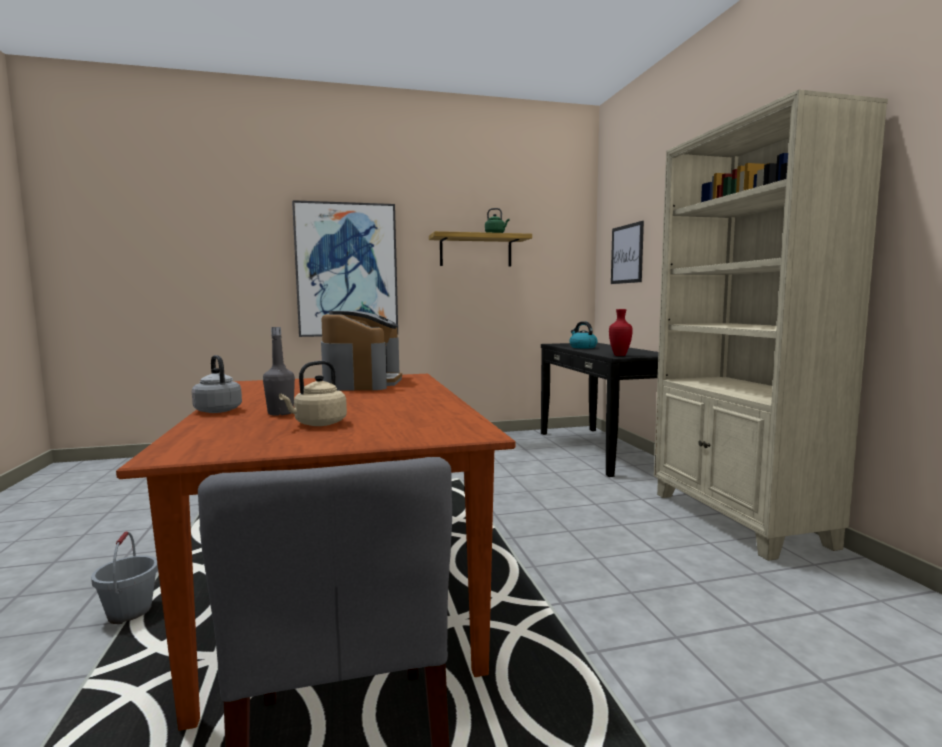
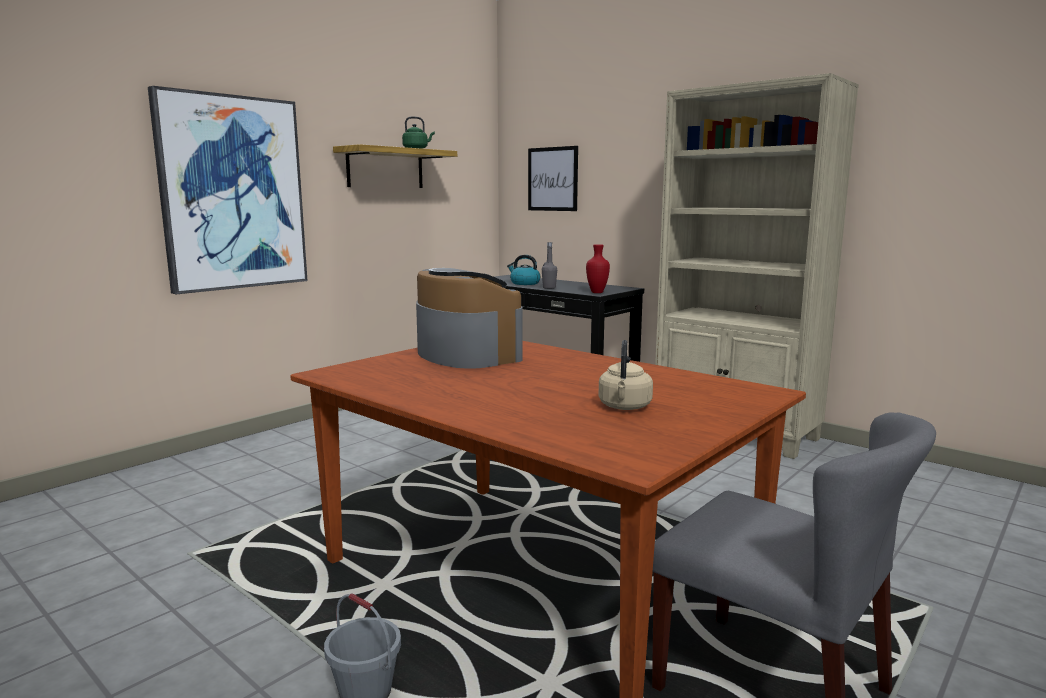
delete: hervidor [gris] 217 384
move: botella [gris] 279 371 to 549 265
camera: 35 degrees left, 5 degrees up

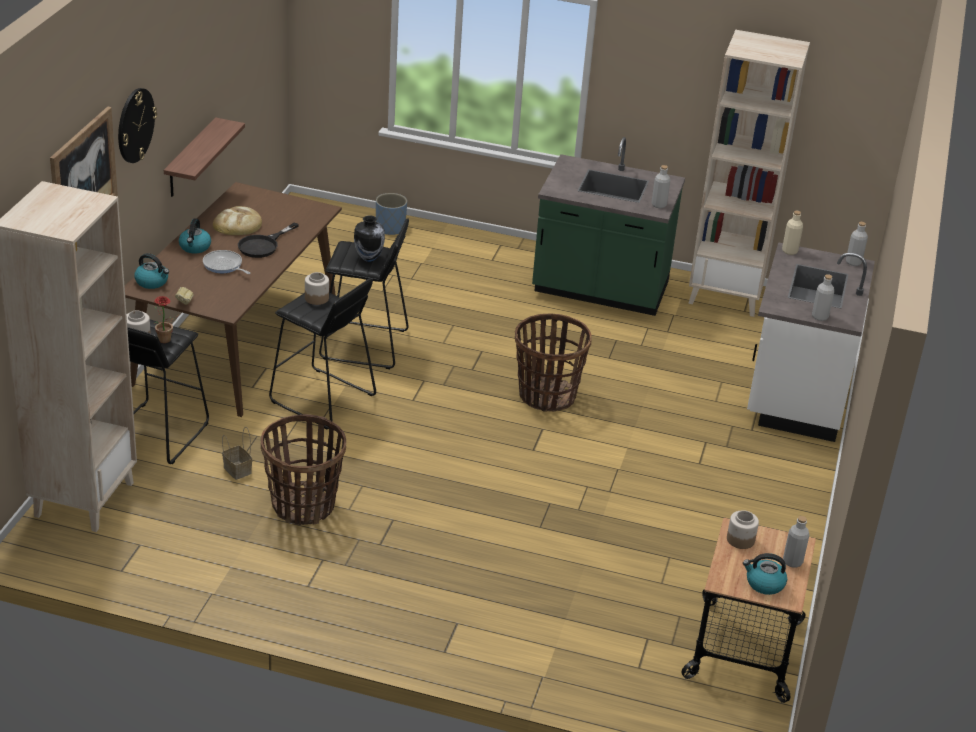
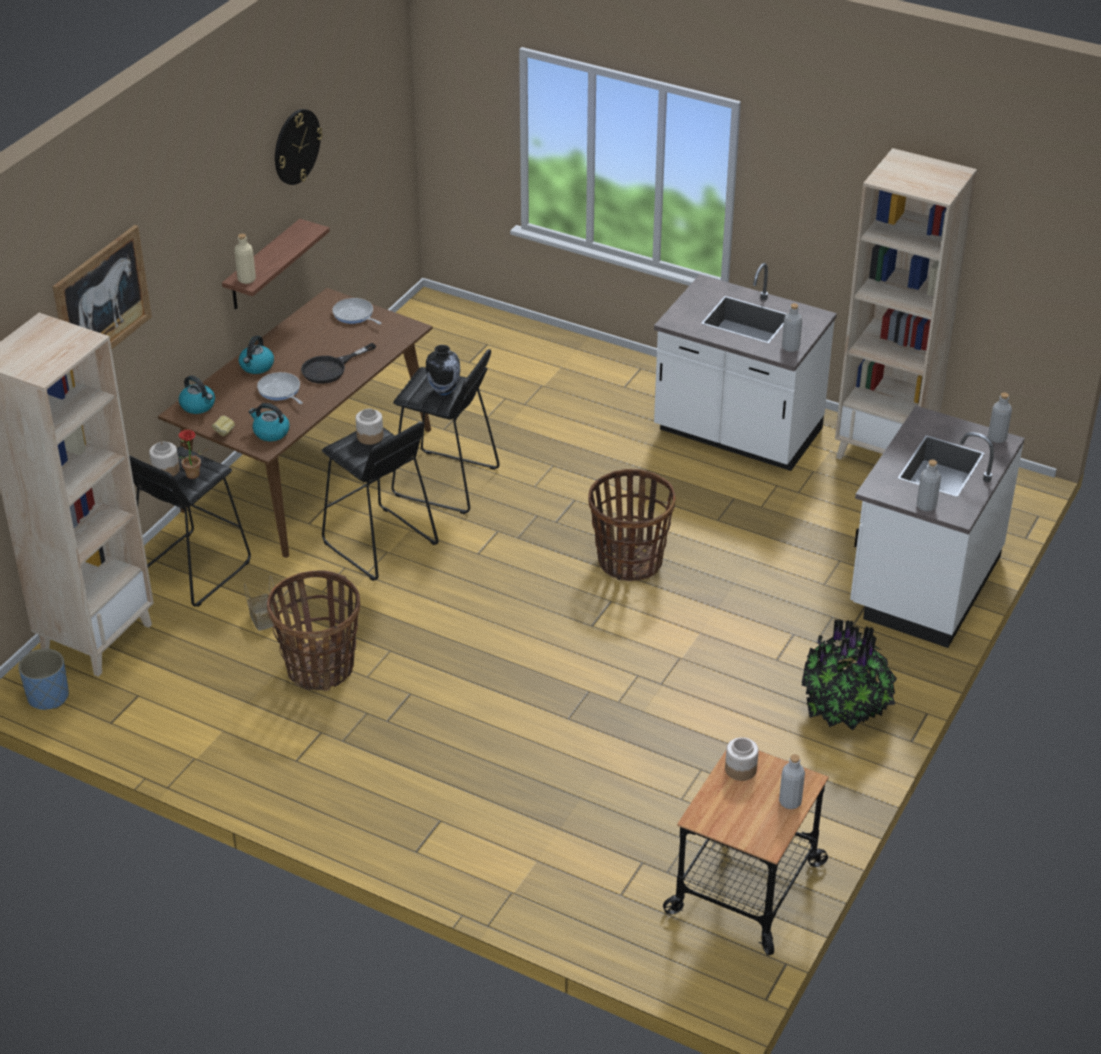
delete: pan 237 220
insert: sartén 357 311; planta en maceta 849 675
move: reloj de pared 137 125 to 299 147; maceta [azul] 391 214 to 43 679; hervidor 765 574 to 269 422; botella [beis] 792 233 to 245 259
recolor: mueble bajo de cocina [verde] 608 226 to mueble bajo de cocina [blanco] 745 367
camera: 15 degrees right, 5 degrees up

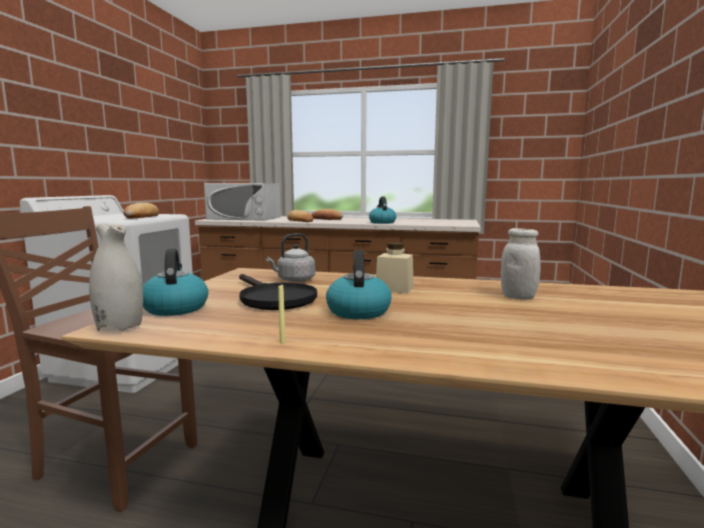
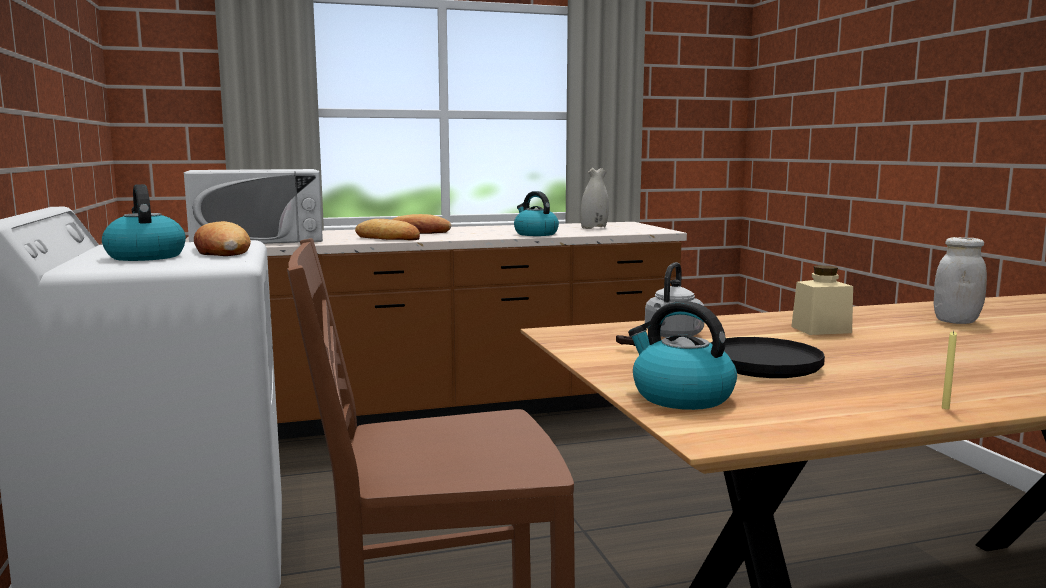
move: florero [blanco] 116 277 to 595 198; hervidor 359 284 to 144 222
camera: 30 degrees left, 0 degrees up

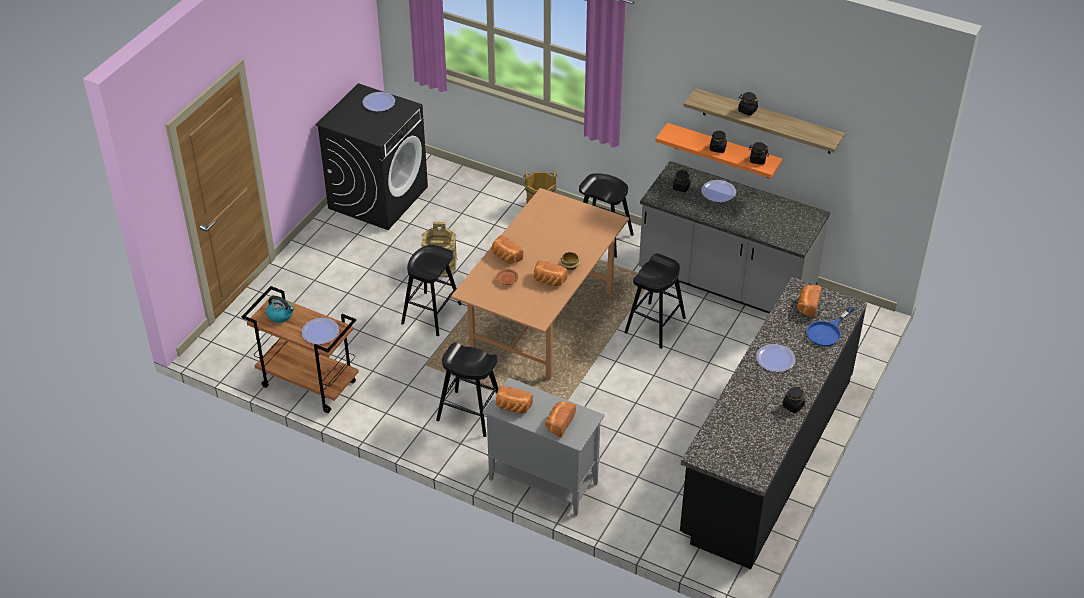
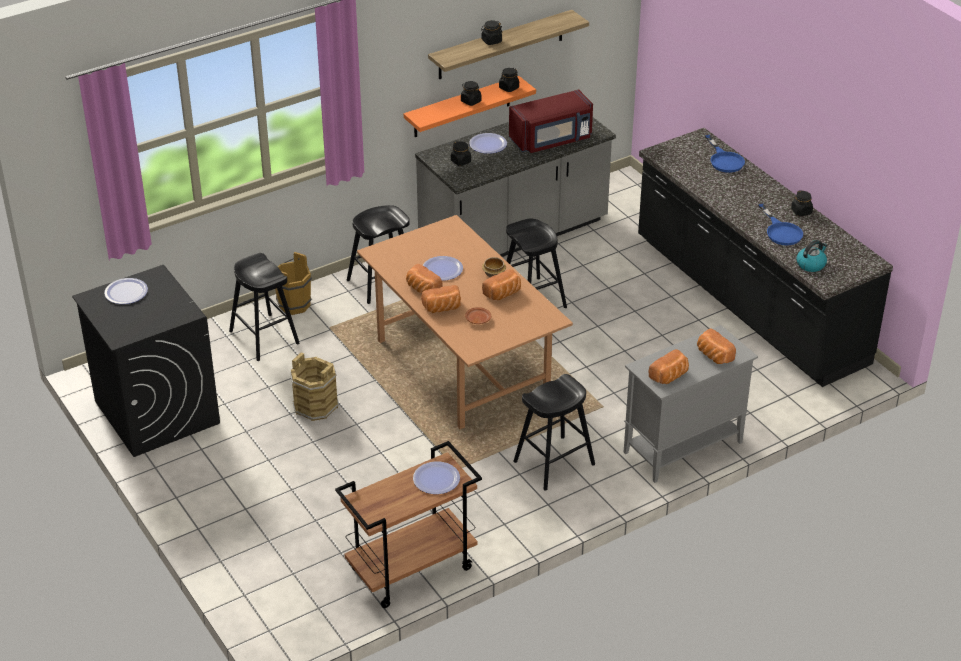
insert: microondas [rojo] 551 121; sartén [azul] 780 225
move: hervidor 280 309 to 811 256; taburete [negro] 431 290 to 264 307; plato 775 358 to 443 268; pan 809 301 to 424 278
camera: 60 degrees left, 5 degrees down

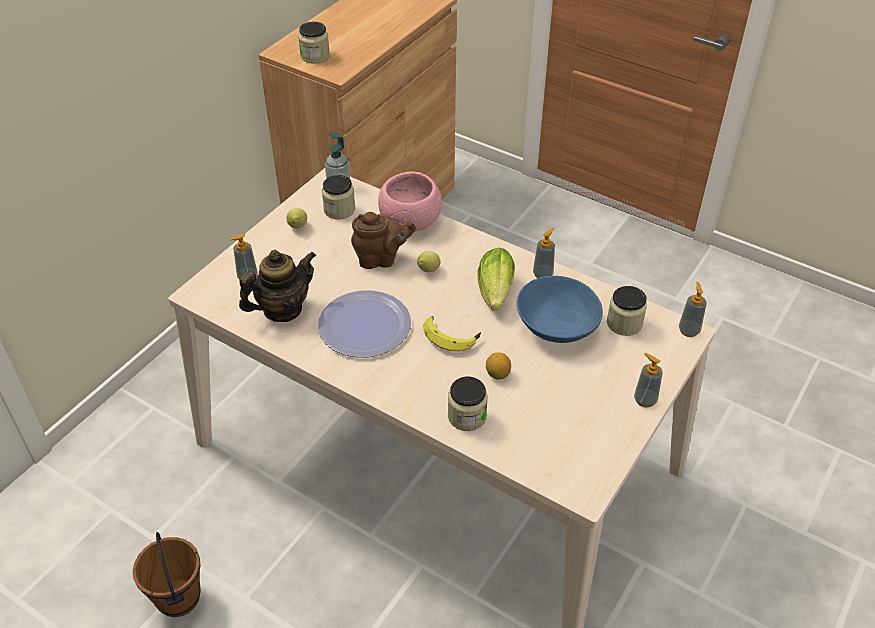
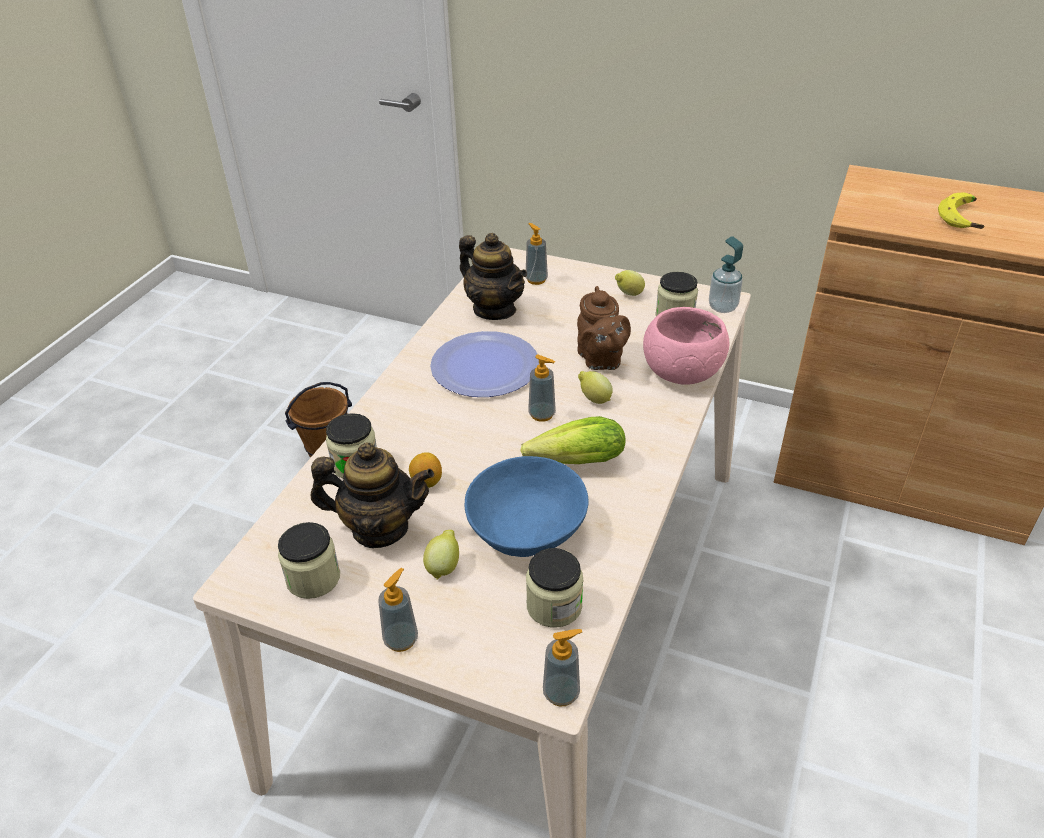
insert: tetera 372 495; limón 441 555
move: tarro 314 43 to 309 560; plátano 452 334 to 961 211; dispensador de jabón 544 253 to 542 388
camera: 80 degrees right, 5 degrees down

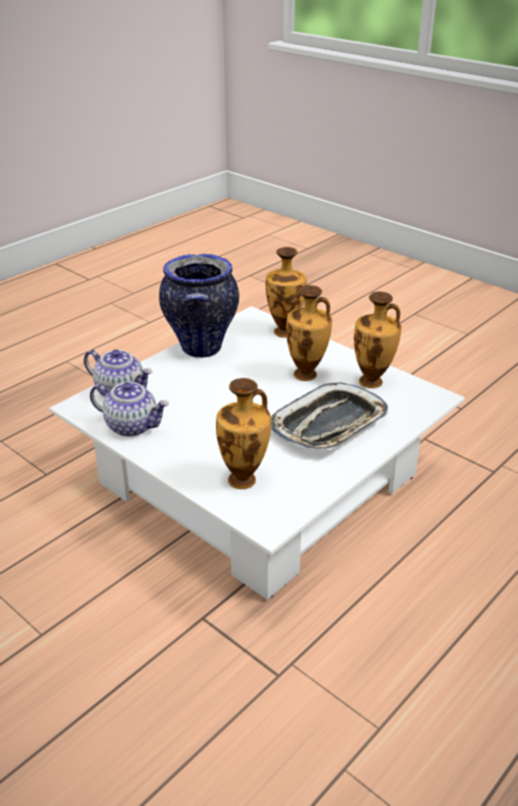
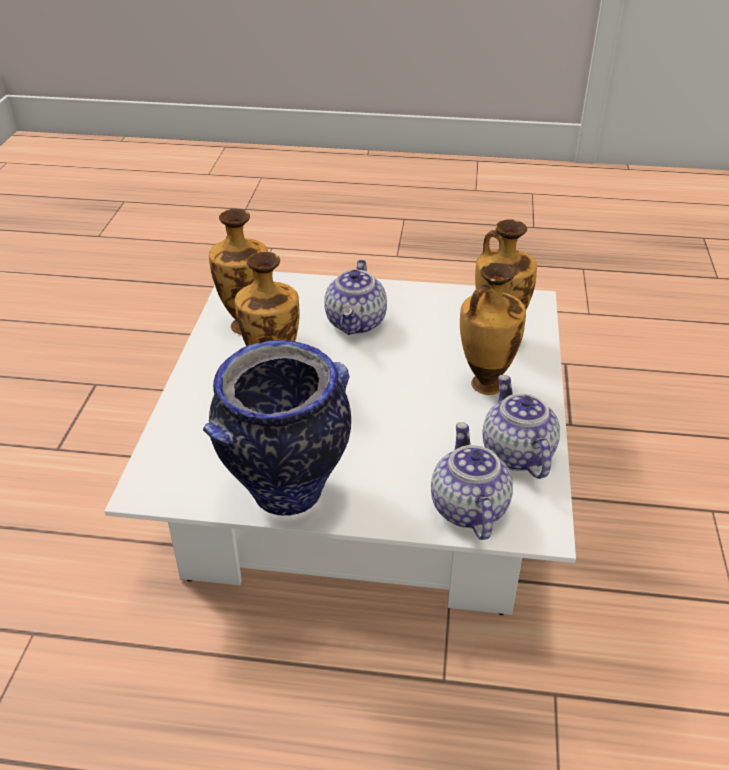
move: florero 286 292 to 493 329
replace: bandeja 329 416 to tetera 355 297
camera: 125 degrees left, 5 degrees up

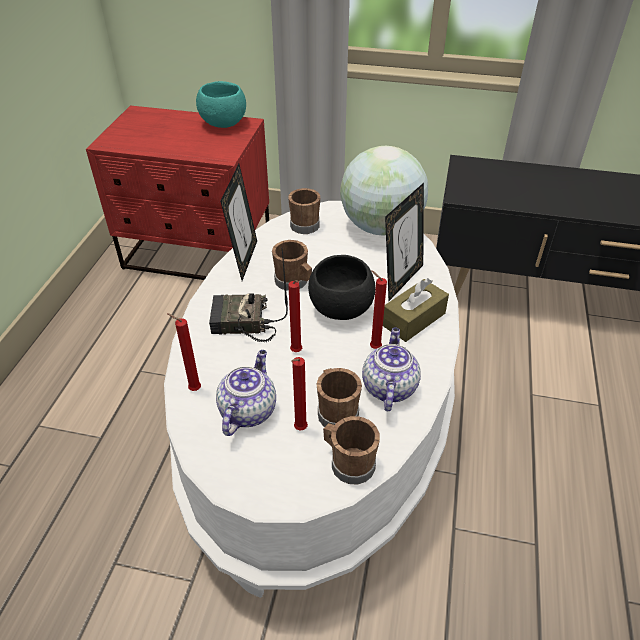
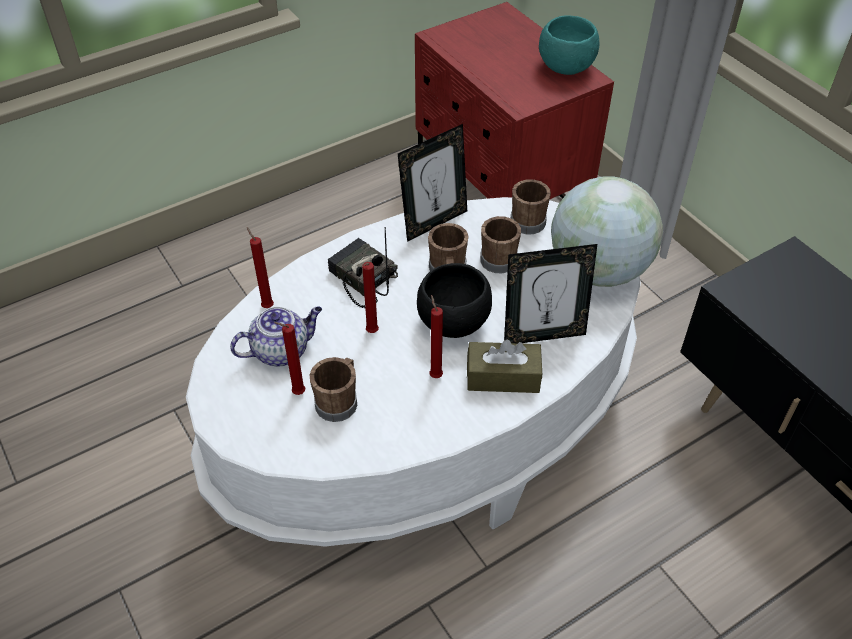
delete: tetera 391 369
move: taza grande [marrón] 351 450 to 500 244
camera: 45 degrees right, 5 degrees up

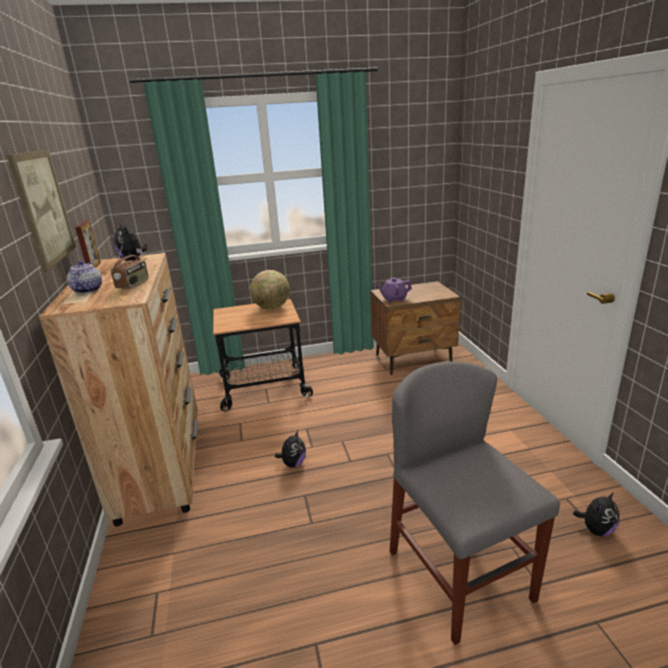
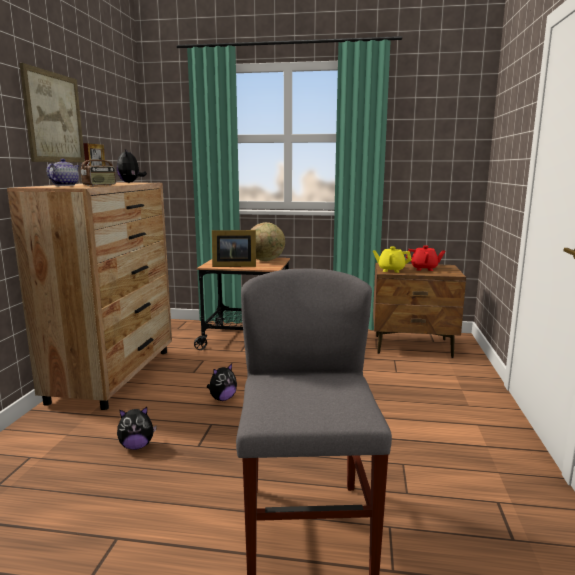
insert: portarretratos 234 248; tetera [rojo] 425 258
move: peluche 596 514 to 137 428
recolor: tetera [morado] 394 290 to tetera [amarillo] 392 260
camera: 20 degrees right, 10 degrees down

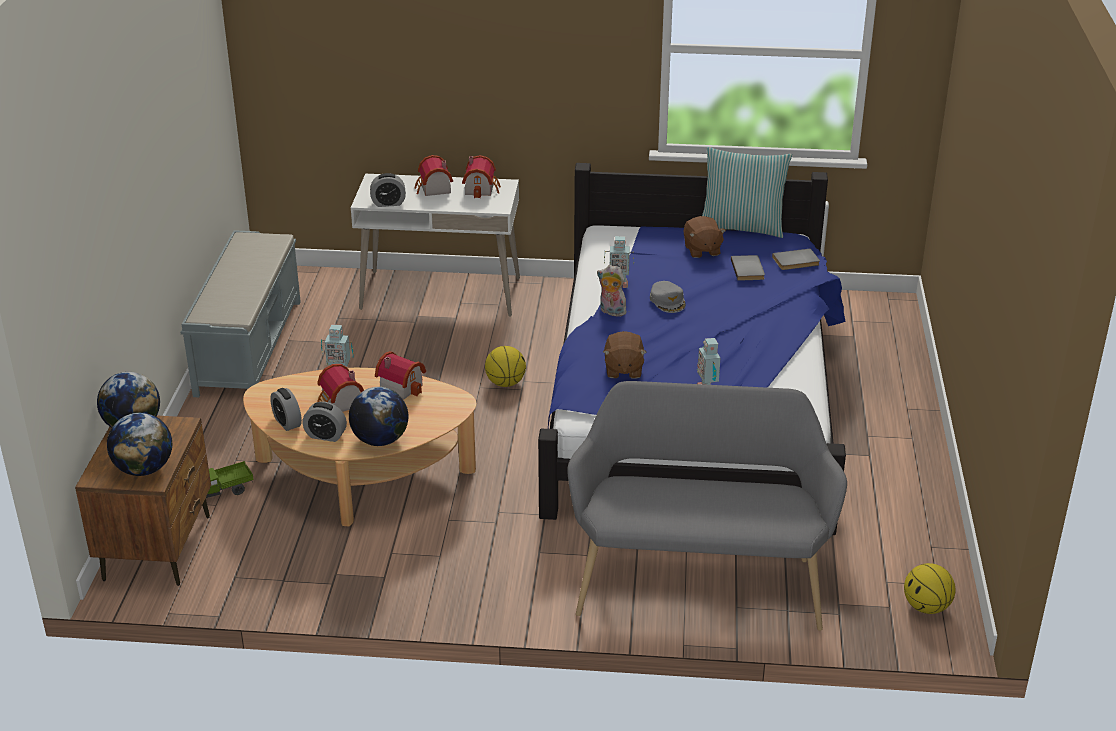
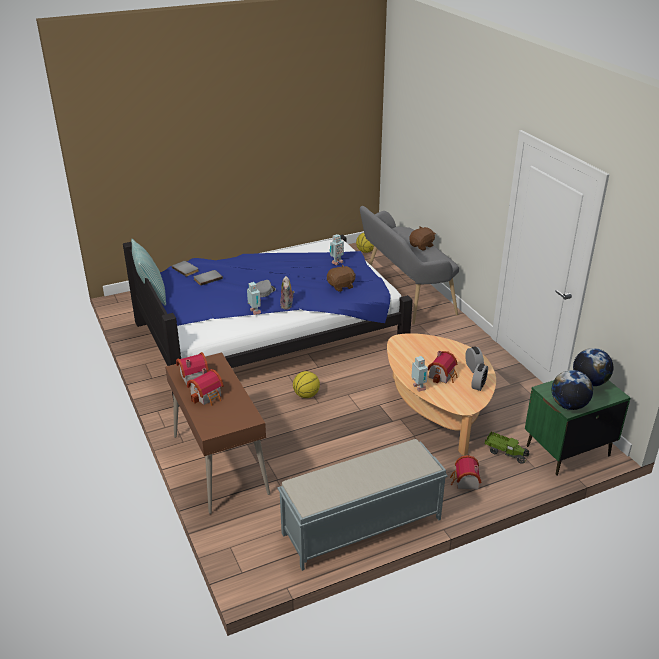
delete: globo terráqueo 378 416; despertador 388 190
move: casita 400 375 to 465 472; peluche [marrón] 704 237 to 422 239
recolor: mesita de noche [marrón] 143 501 to mesita de noche [verde] 578 428; escritorio [blanco] 435 245 to escritorio [marrón] 217 433
camera: 120 degrees left, 0 degrees up

